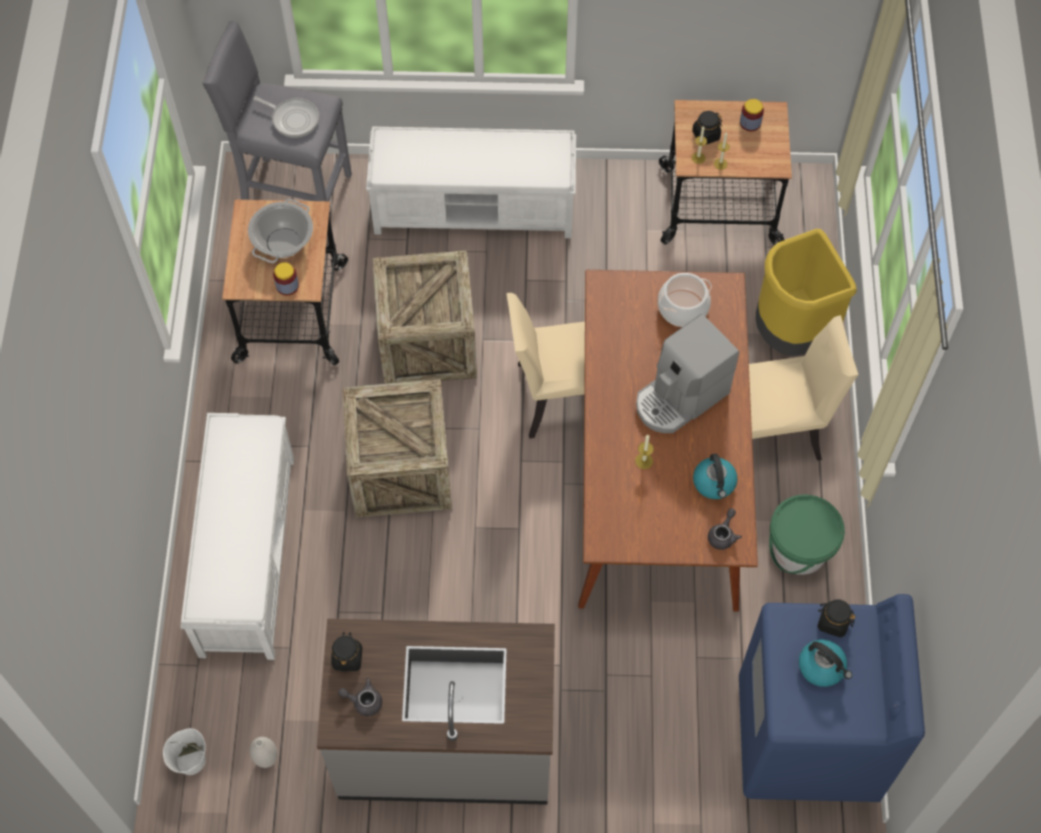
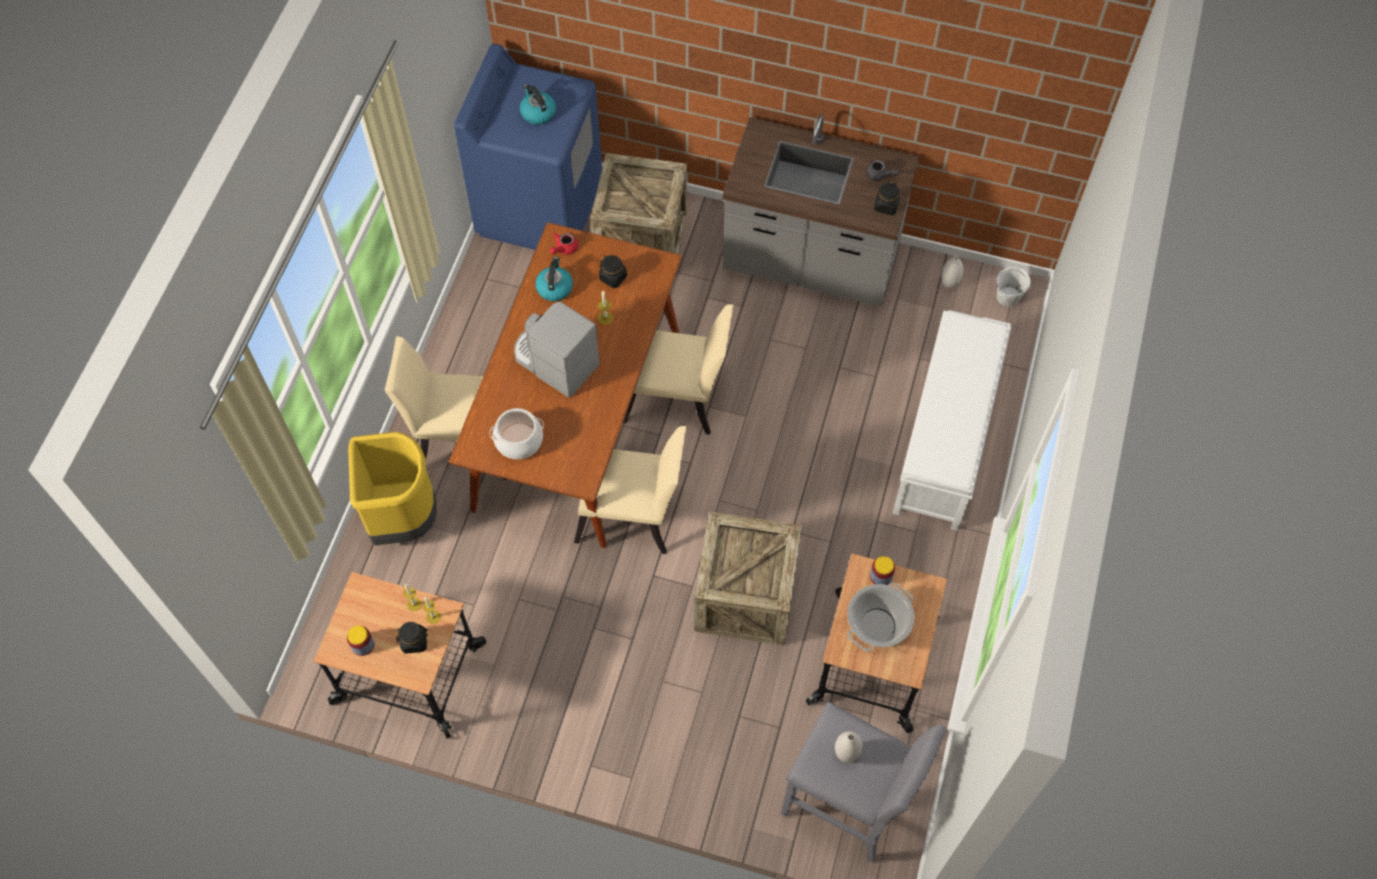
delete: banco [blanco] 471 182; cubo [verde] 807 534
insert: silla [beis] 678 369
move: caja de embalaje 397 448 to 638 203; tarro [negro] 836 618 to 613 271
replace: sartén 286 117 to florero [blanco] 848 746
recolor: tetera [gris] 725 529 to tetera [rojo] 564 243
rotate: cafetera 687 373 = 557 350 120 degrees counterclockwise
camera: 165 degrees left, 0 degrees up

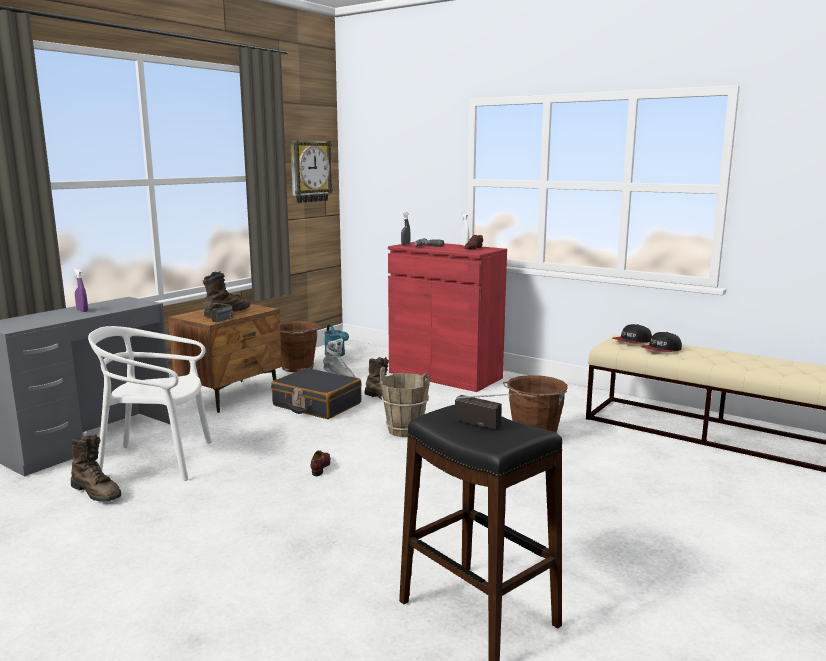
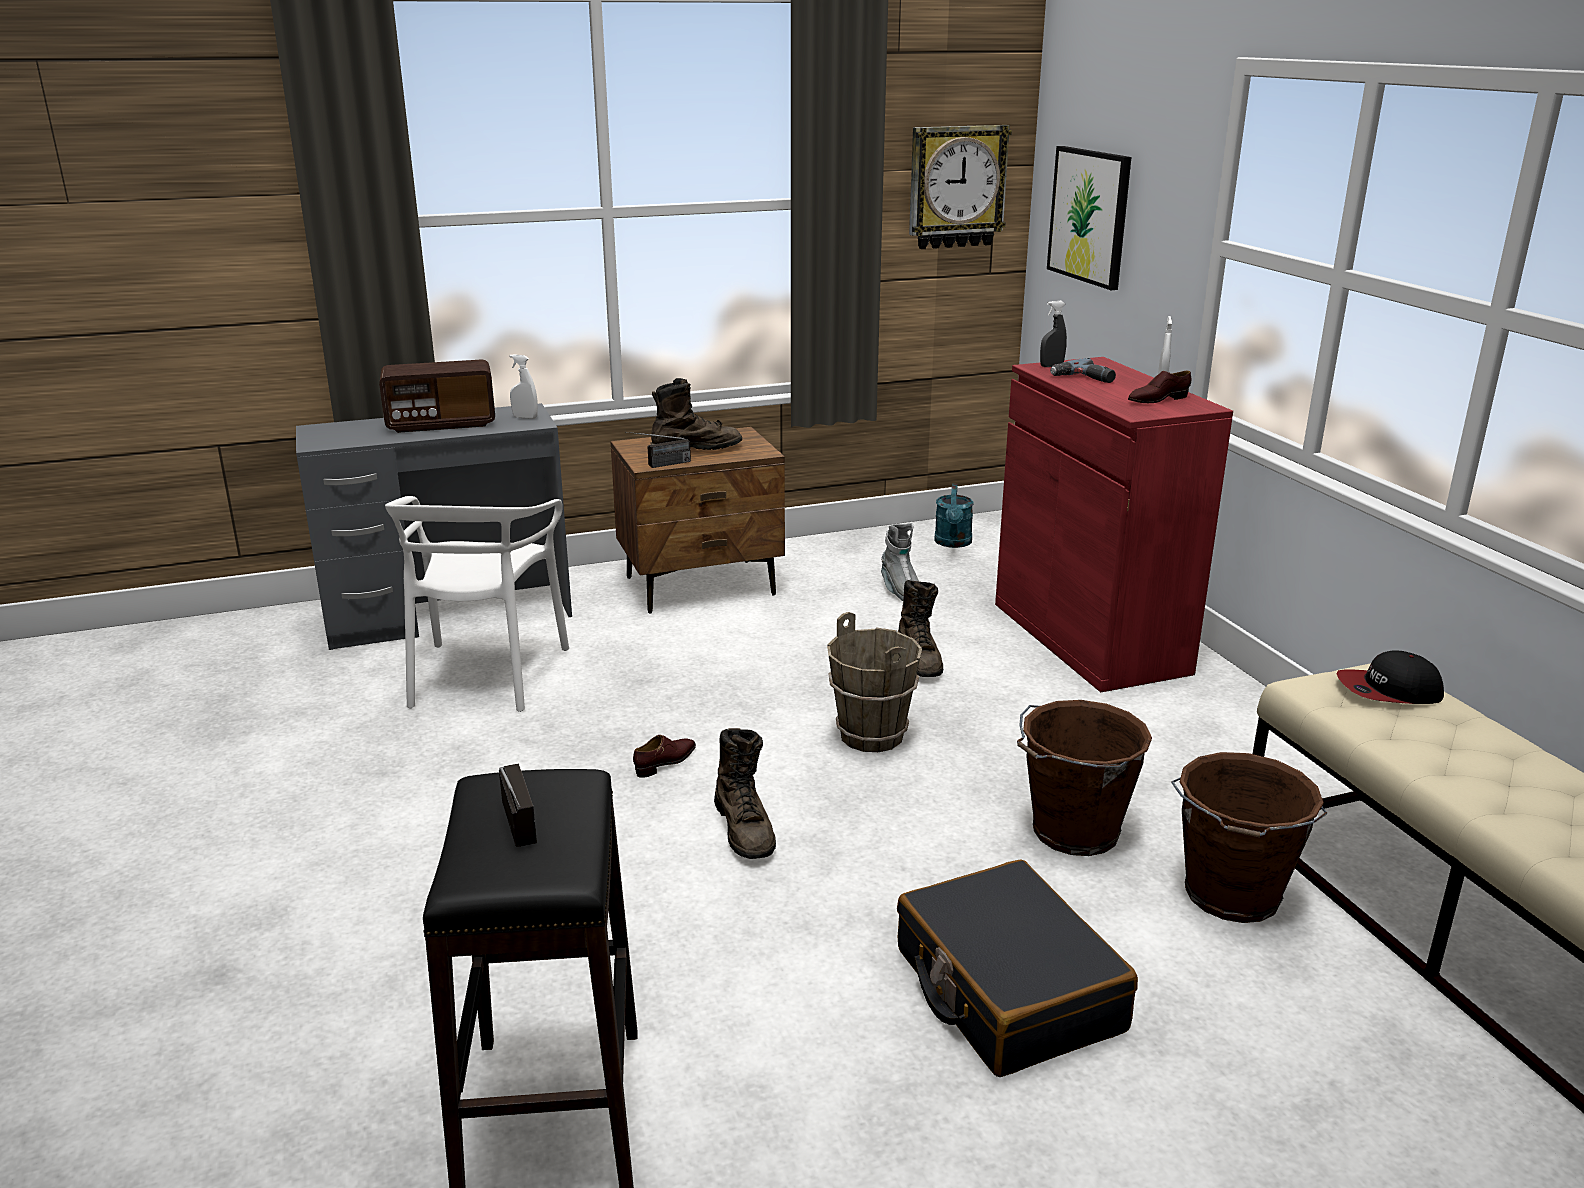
delete: gorra 661 342
insert: pulverizador [blanco] 524 386; cuadro 1089 218
move: bota [marrón] 96 467 to 745 793; maleta [negro] 316 393 to 1017 968; cubo [marrón] 300 346 to 1249 837
replace: pulverizador [morado] 81 290 to radio 437 396
rotate: silla [blanco] 150 403 = 477 604 120 degrees counterclockwise
camera: 35 degrees right, 10 degrees up

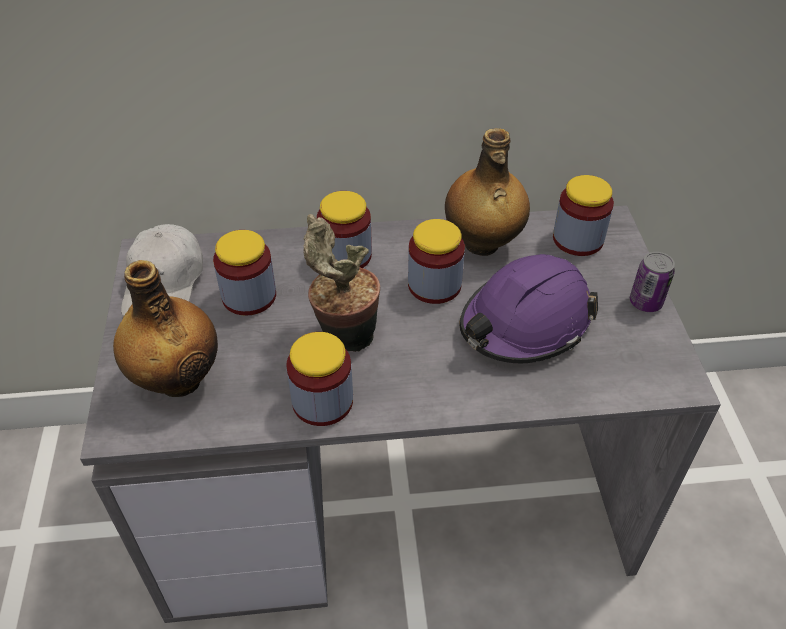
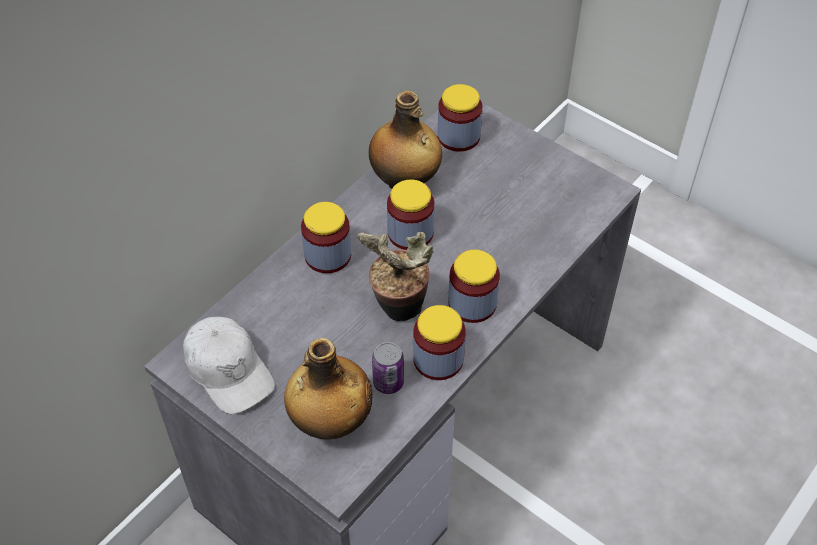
delete: casco [morado] 528 308
move: tarro 244 273 to 474 286; lata 652 282 to 388 368
camera: 45 degrees left, 5 degrees up

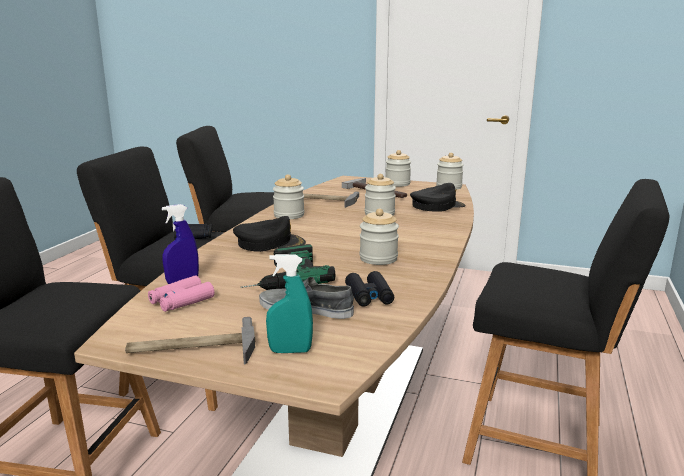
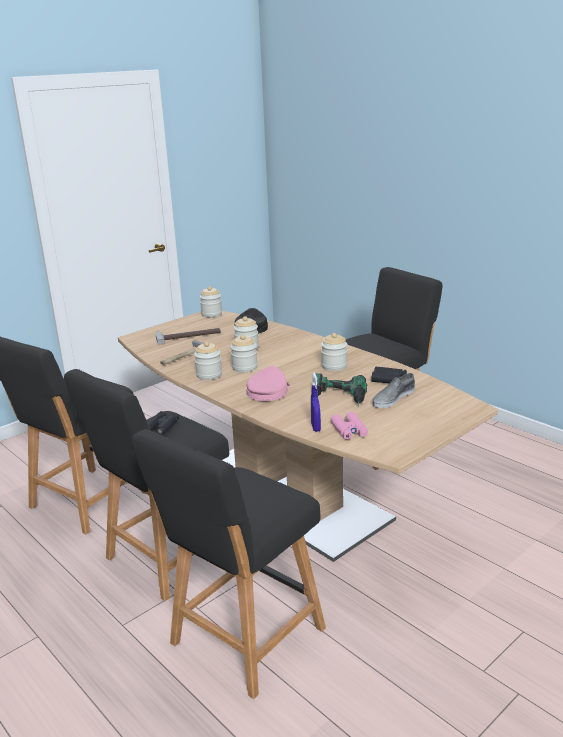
delete: martillo 190 340; pulverizador [turquesa] 289 303
move: tarro 398 168 to 244 353
recolor: gorra [negro] 269 234 to gorra [rosa] 268 383
camera: 60 degrees left, 5 degrees up

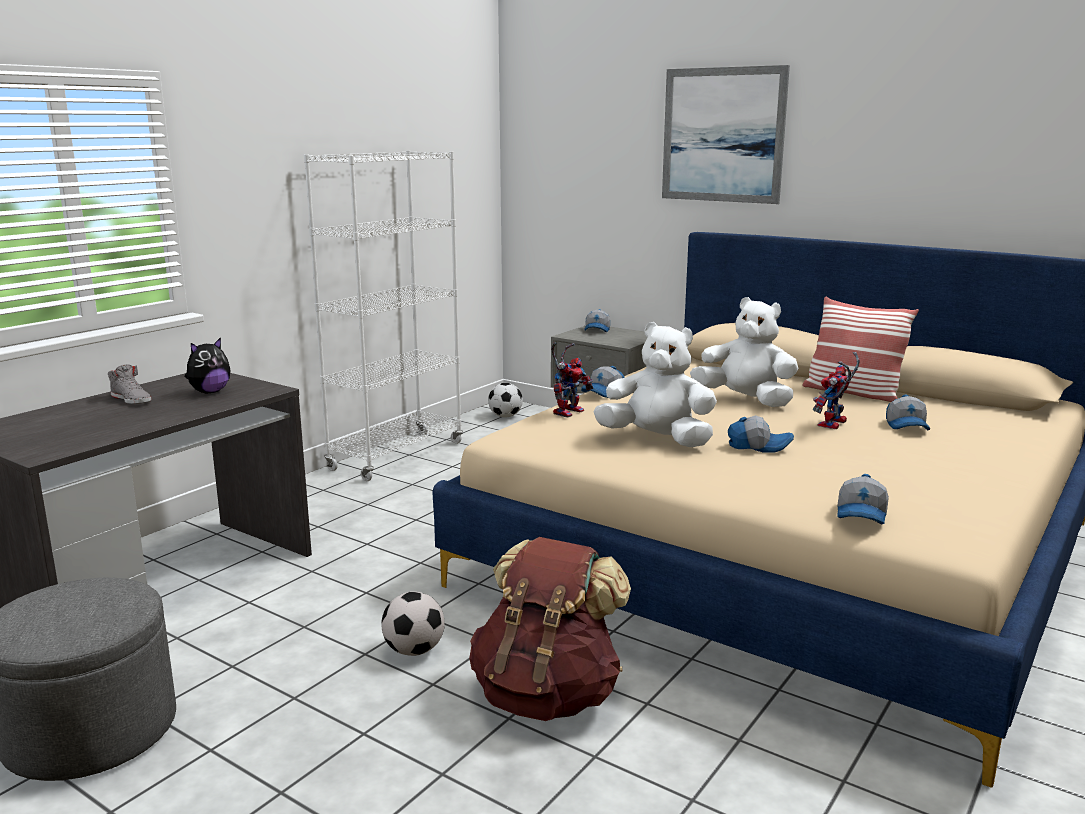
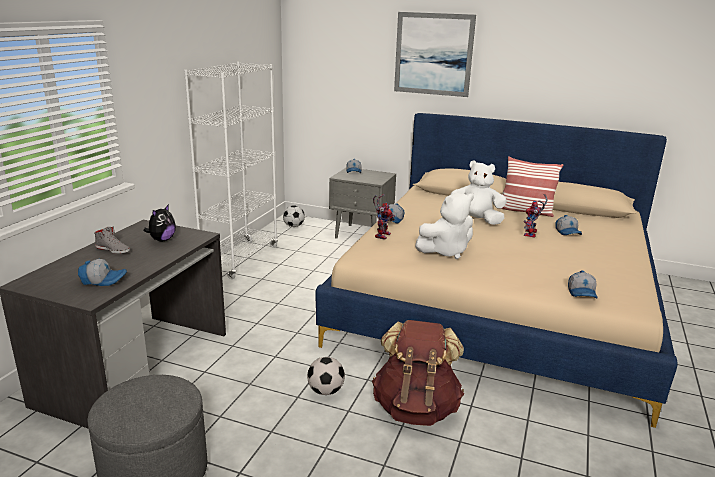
move: gorra 761 434 to 102 272
rotate: peluche [blanco] 655 384 = 444 226 150 degrees clockwise
camera: 15 degrees left, 5 degrees up

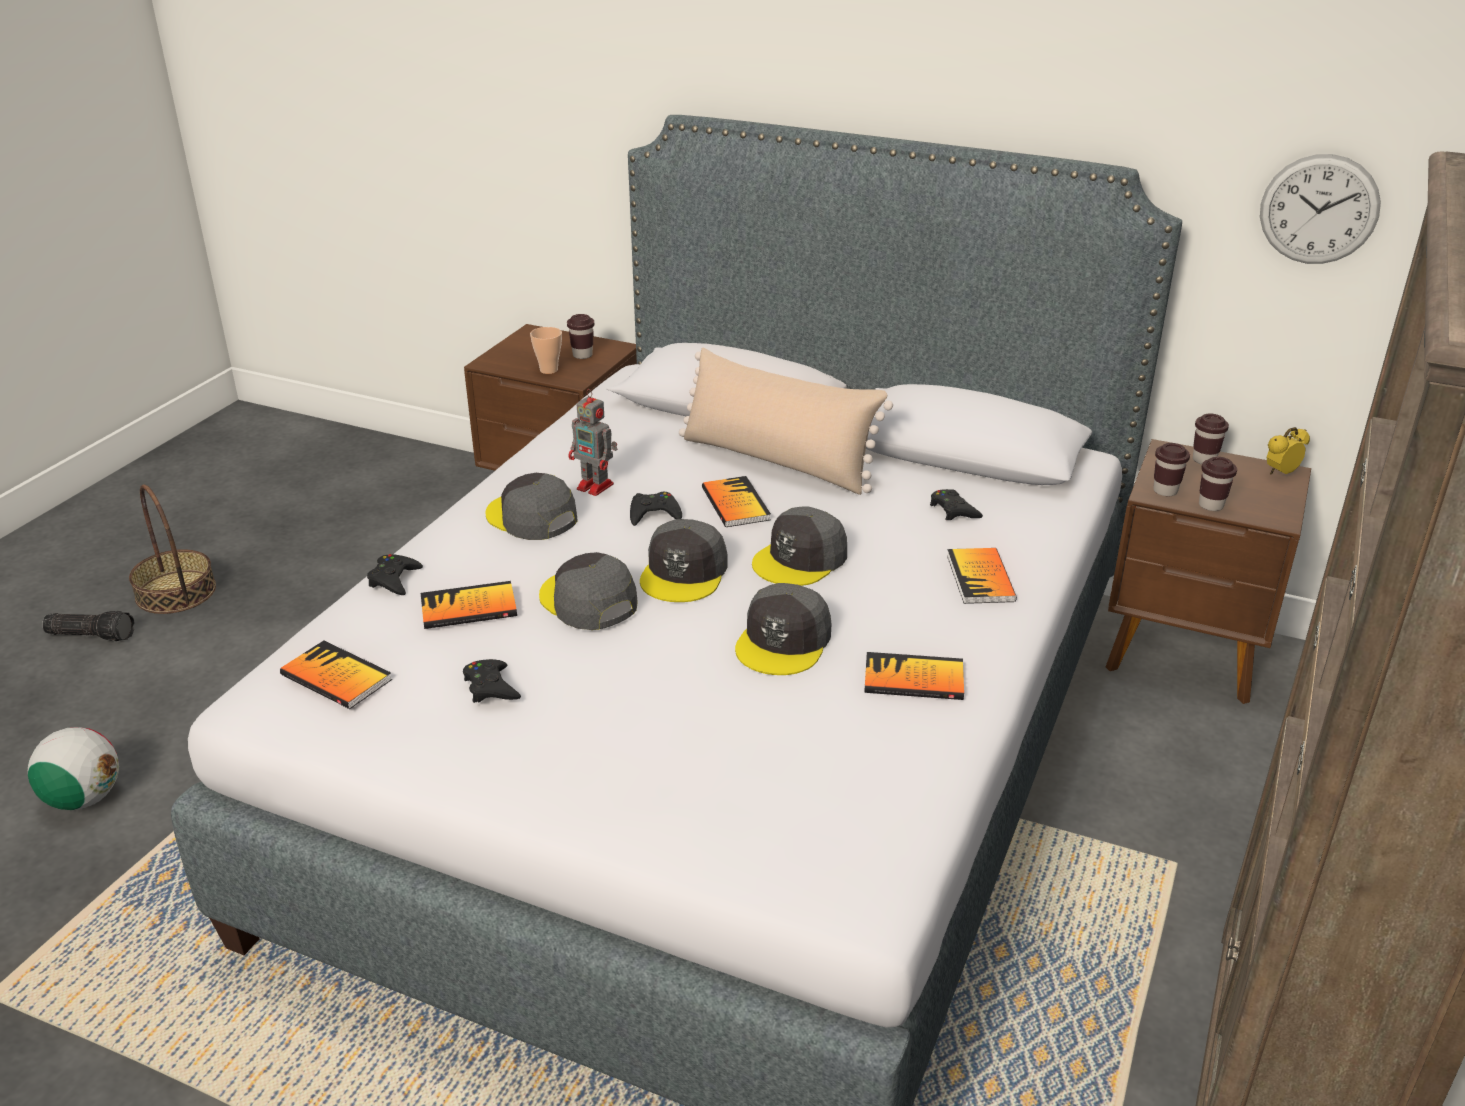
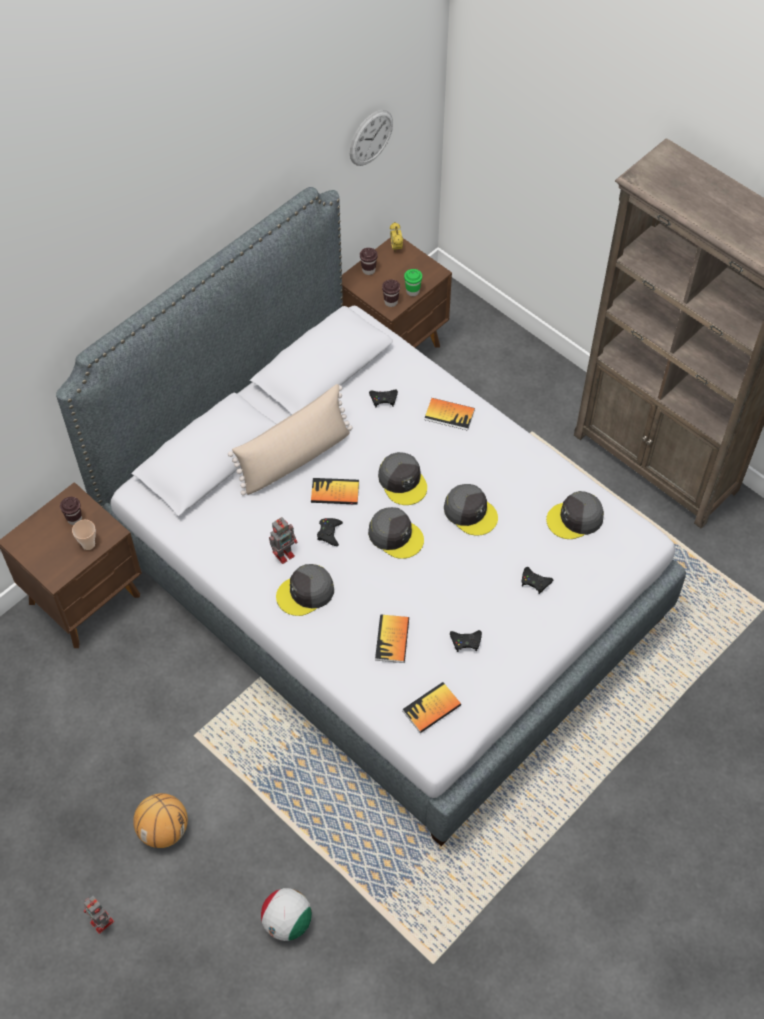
delete: cesta 172 549; libro 914 676
insert: balón de baloncesto 160 820
move: mando de consola [negro] 395 574 to 537 580; gorra [gris] 588 591 to 575 515
replace: linterna 88 626 to robot de juguete 99 915
recolor: taza [marrón] 1218 484 to taza [verde] 413 282
camera: 70 degrees left, 25 degrees up

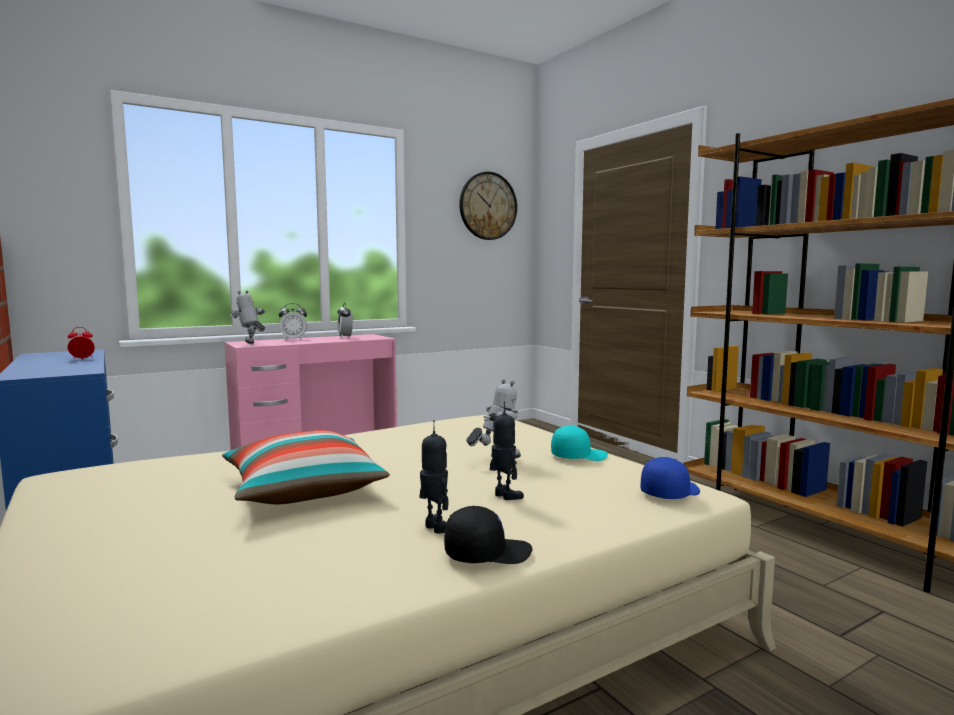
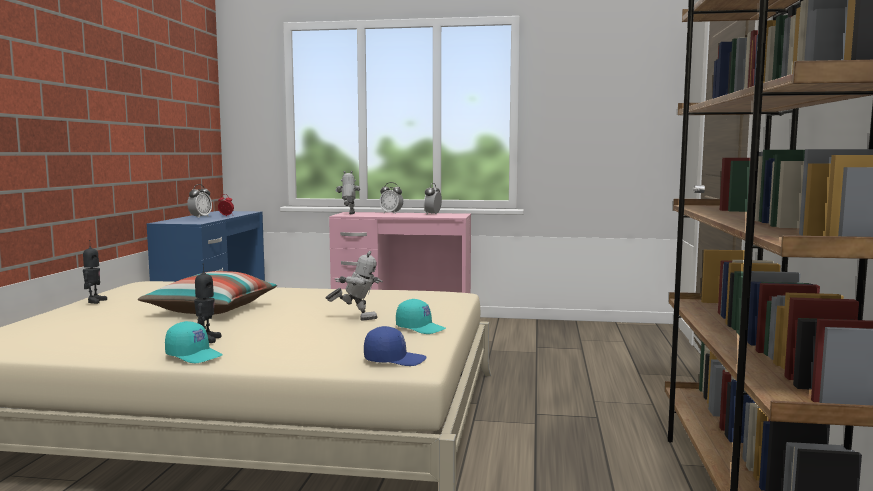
delete: reloj de pared 488 206
insert: despertador 199 200
move: robot de juguete 507 450 to 95 272
recolor: gorra [negro] 488 535 to gorra [turquesa] 194 342
camera: 40 degrees right, 0 degrees up

